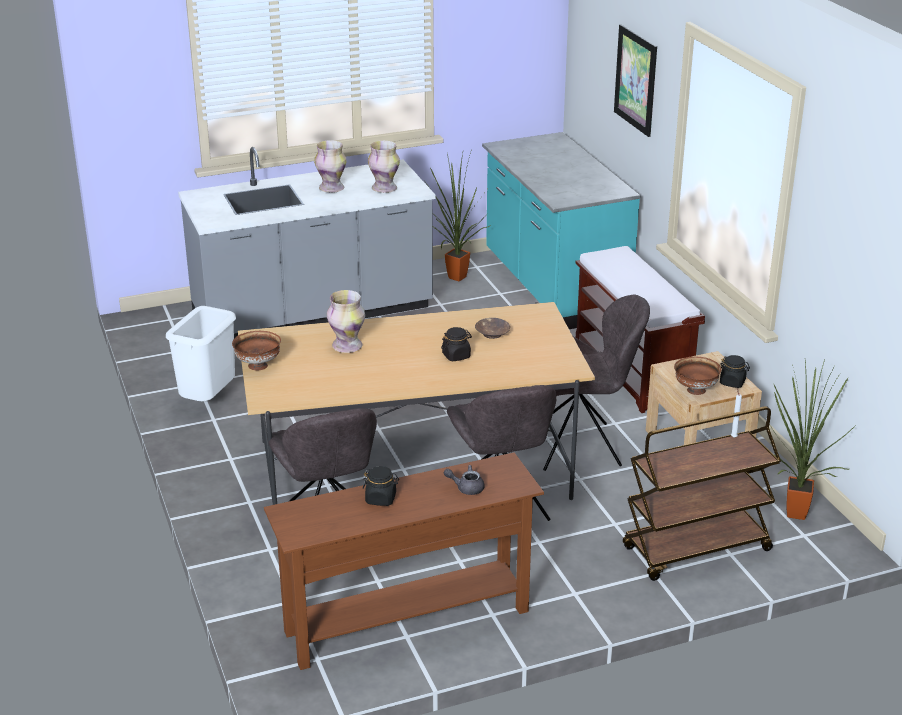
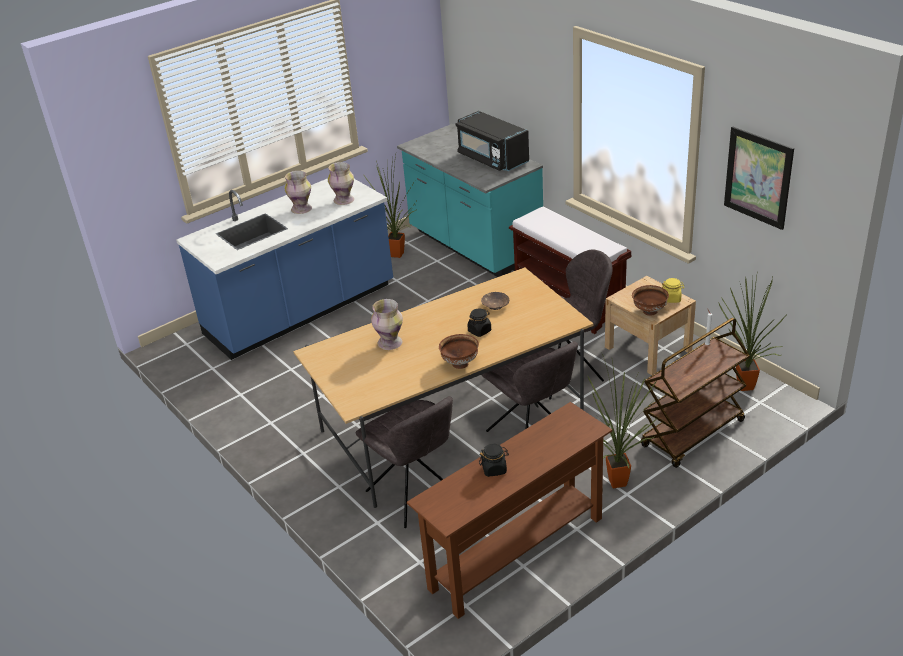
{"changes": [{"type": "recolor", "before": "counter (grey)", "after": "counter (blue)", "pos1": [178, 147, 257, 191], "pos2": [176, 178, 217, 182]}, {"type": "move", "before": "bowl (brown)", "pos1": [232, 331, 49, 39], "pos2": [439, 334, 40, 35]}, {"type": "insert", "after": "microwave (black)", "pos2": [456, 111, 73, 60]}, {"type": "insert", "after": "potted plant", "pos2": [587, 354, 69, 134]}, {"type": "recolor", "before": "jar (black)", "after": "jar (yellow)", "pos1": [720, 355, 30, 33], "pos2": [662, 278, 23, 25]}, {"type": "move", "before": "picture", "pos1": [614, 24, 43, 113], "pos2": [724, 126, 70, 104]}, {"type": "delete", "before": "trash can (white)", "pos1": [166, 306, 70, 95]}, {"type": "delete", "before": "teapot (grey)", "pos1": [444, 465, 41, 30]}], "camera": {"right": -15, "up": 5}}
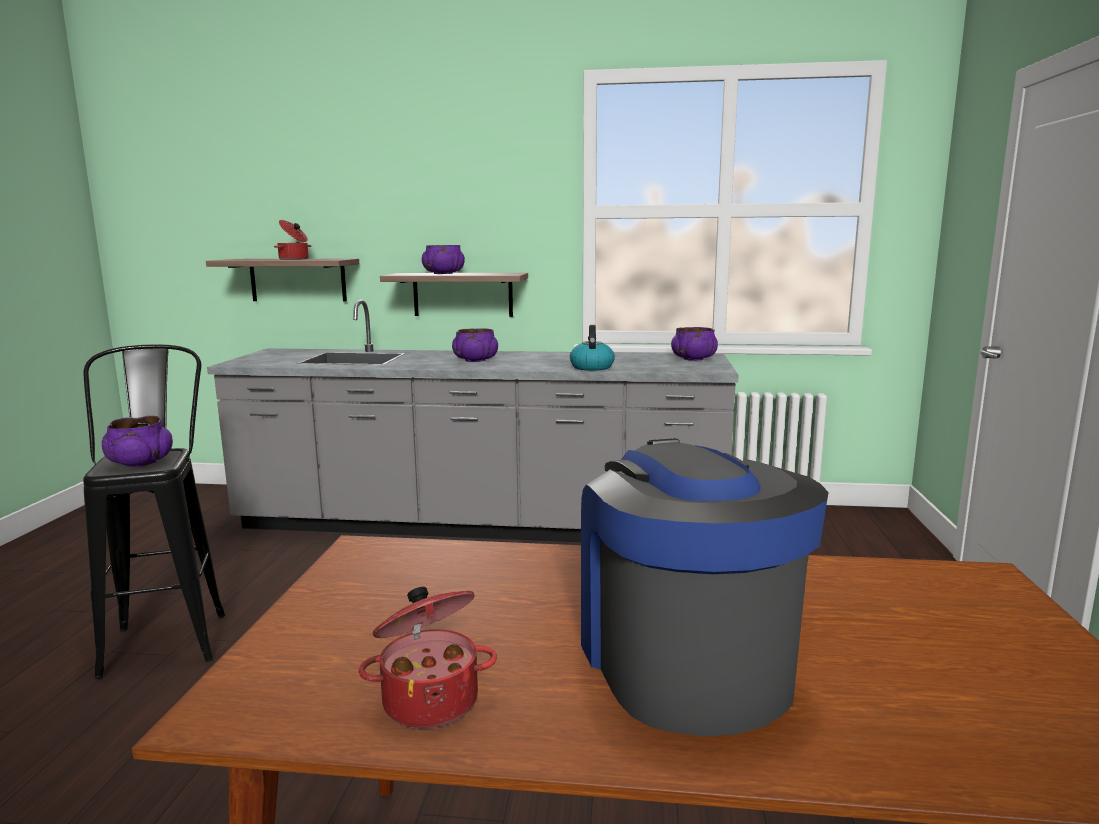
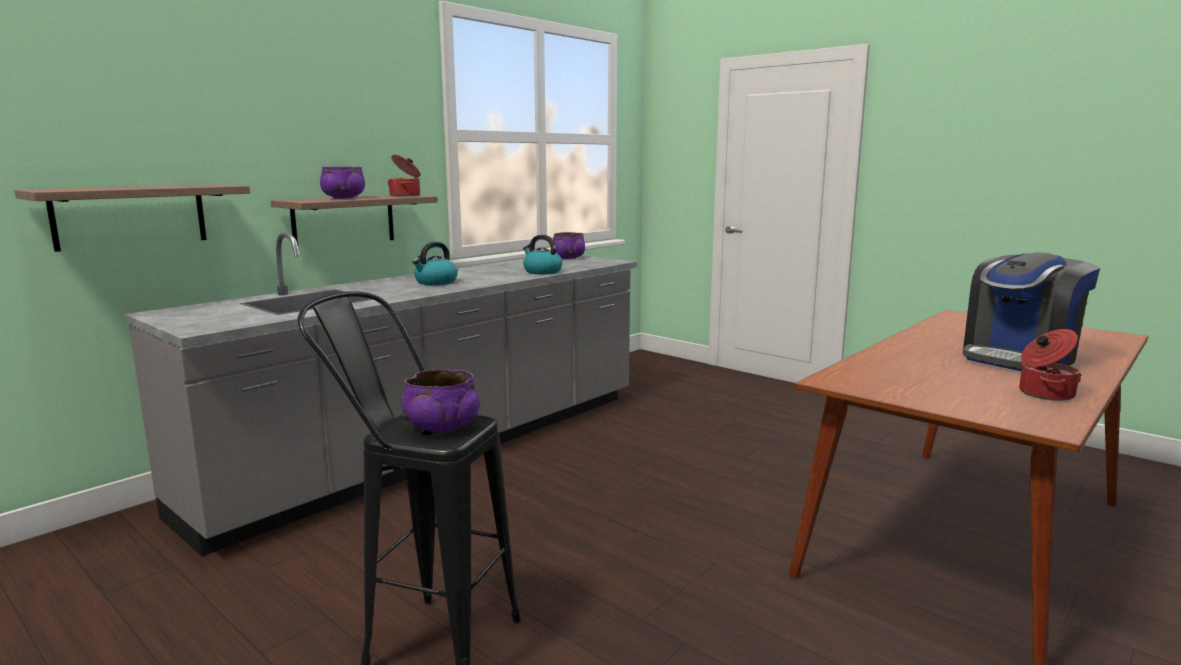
{"changes": [{"type": "move", "before": "cooking pot", "pos1": [274, 220, 37, 40], "pos2": [387, 154, 33, 43]}, {"type": "replace", "before": "bowl (purple)", "after": "kettle", "pos1": [452, 328, 46, 34], "pos2": [412, 242, 46, 43]}, {"type": "rotate", "before": "coffee machine", "pos1": [581, 438, 248, 298], "pos2": [963, 252, 137, 119], "turn": -60}], "camera": {"right": -55, "up": 0}}
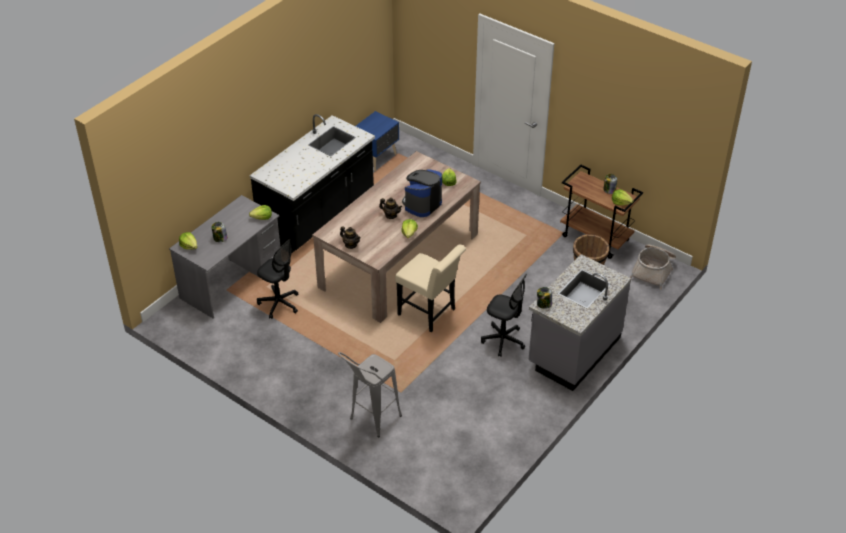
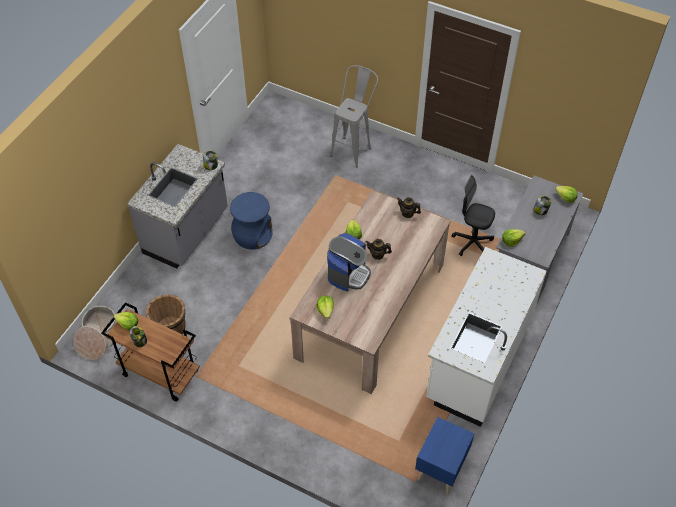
{"changes": [{"type": "replace", "before": "office chair (black)", "after": "stool (blue)", "pos1": [481, 274, 46, 83], "pos2": [230, 192, 43, 57]}, {"type": "recolor", "before": "counter (black)", "after": "counter (white)", "pos1": [250, 114, 125, 140], "pos2": [426, 247, 121, 180]}, {"type": "delete", "before": "chair (beige)", "pos1": [395, 244, 71, 89]}], "camera": {"right": 170, "up": 10}}
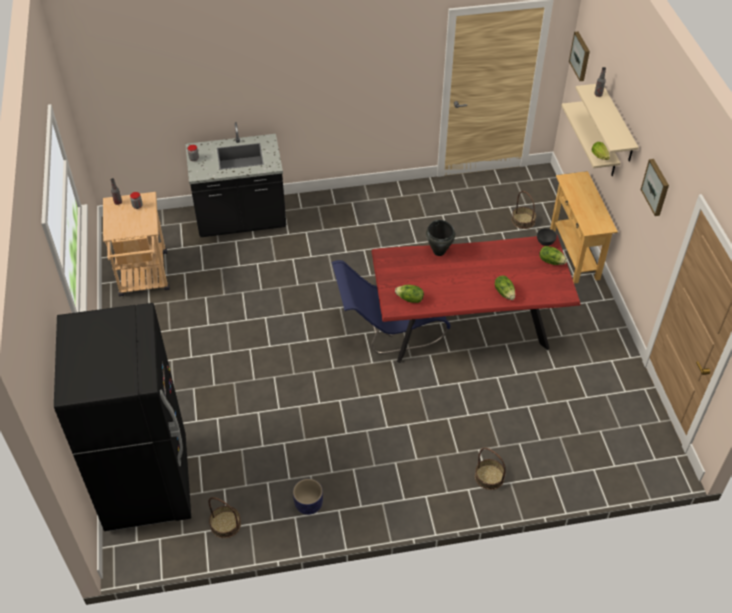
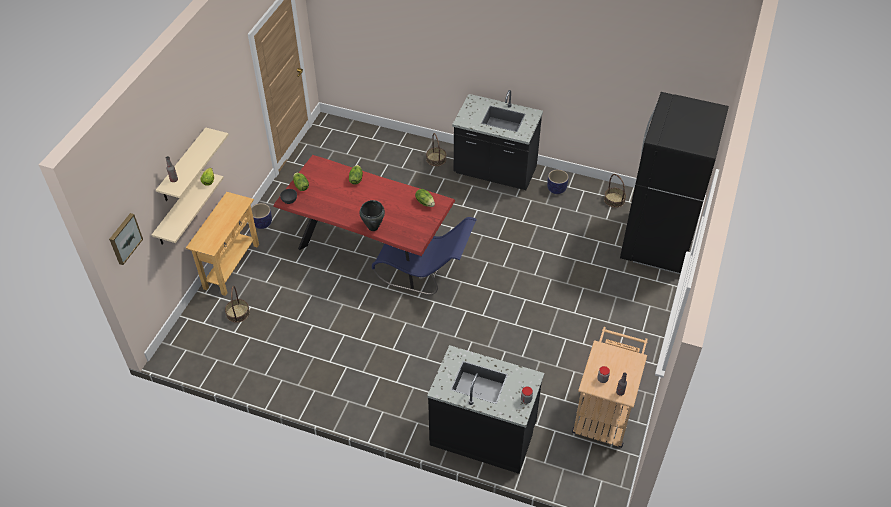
{"changes": [{"type": "insert", "after": "planter", "pos2": [251, 203, 21, 26]}, {"type": "insert", "after": "counter (black)", "pos2": [452, 90, 91, 100]}, {"type": "delete", "before": "picture", "pos1": [641, 159, 28, 57]}], "camera": {"right": -150, "up": 0}}
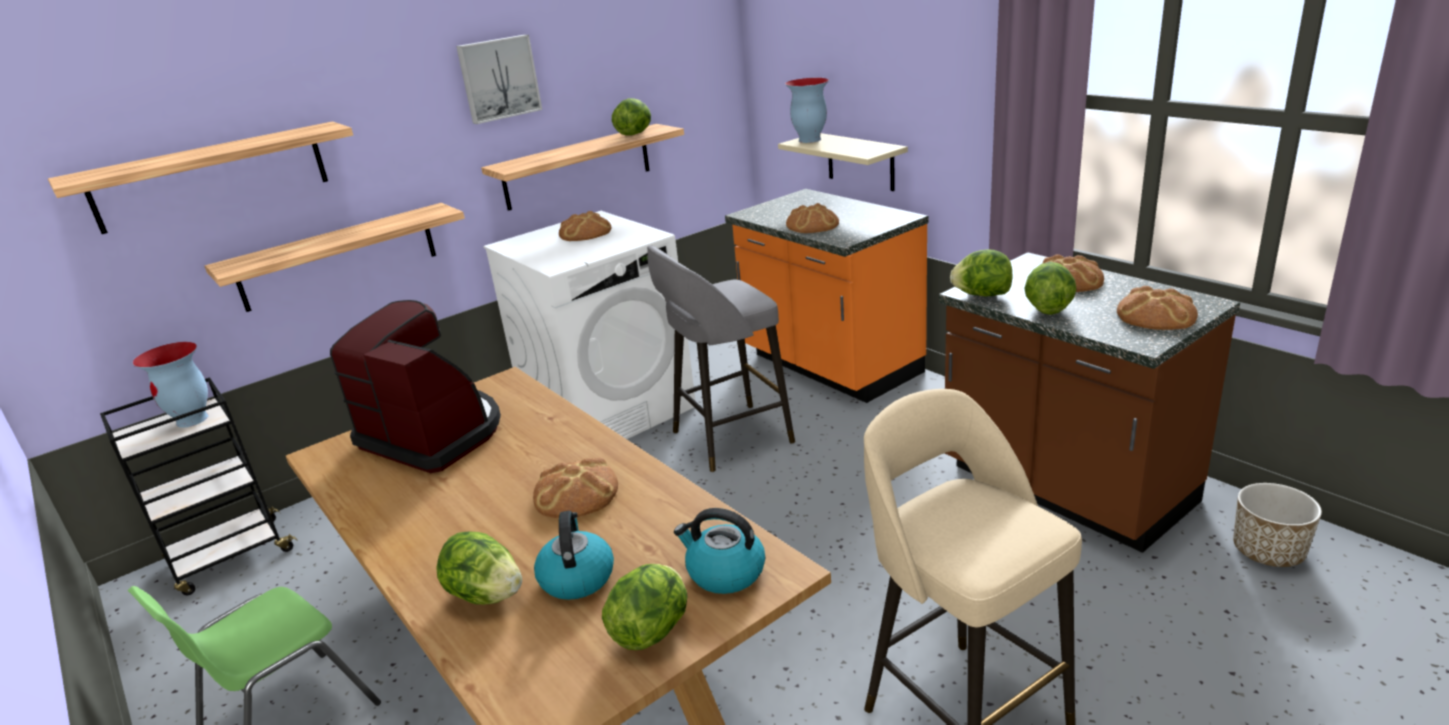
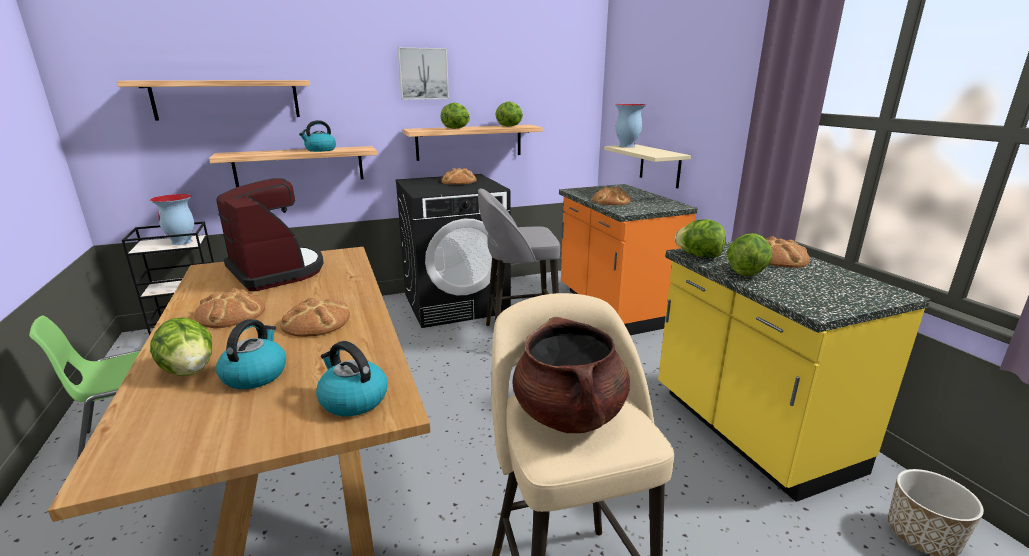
{"changes": [{"type": "move", "before": "bread", "pos1": [1117, 285, 81, 45], "pos2": [194, 288, 71, 40]}, {"type": "insert", "after": "kettle", "pos2": [299, 120, 37, 32]}, {"type": "recolor", "before": "washing machine (white)", "after": "washing machine (black)", "pos1": [483, 211, 212, 228], "pos2": [395, 174, 116, 154]}, {"type": "move", "before": "lettuce", "pos1": [602, 564, 85, 86], "pos2": [441, 103, 29, 26]}, {"type": "insert", "after": "cooking pot (brown)", "pos2": [512, 317, 118, 116]}, {"type": "recolor", "before": "counter (brown)", "after": "counter (yellow)", "pos1": [939, 252, 301, 301], "pos2": [658, 241, 272, 261]}], "camera": {"right": 15, "up": -5}}
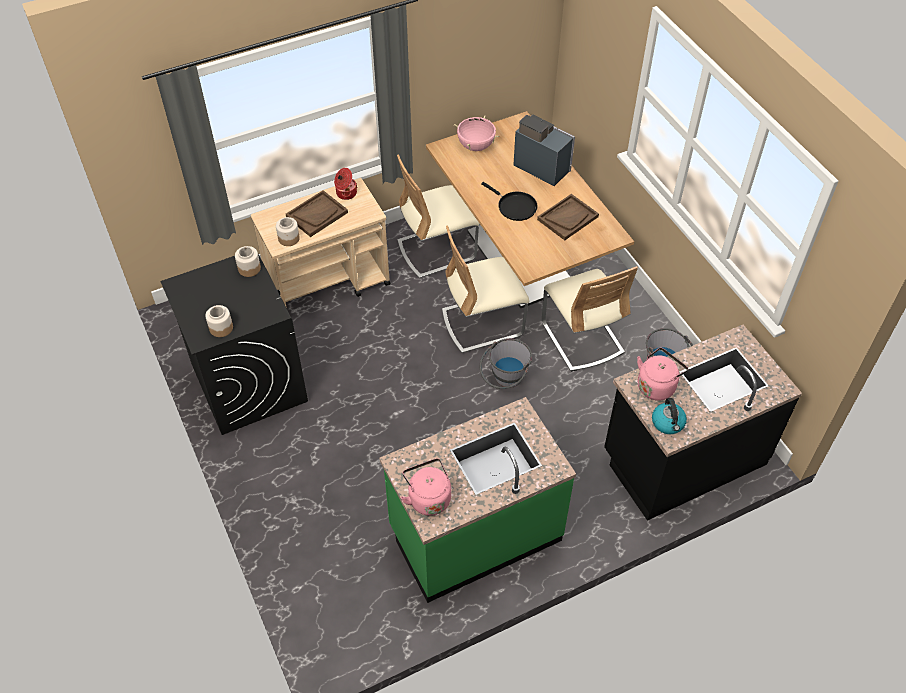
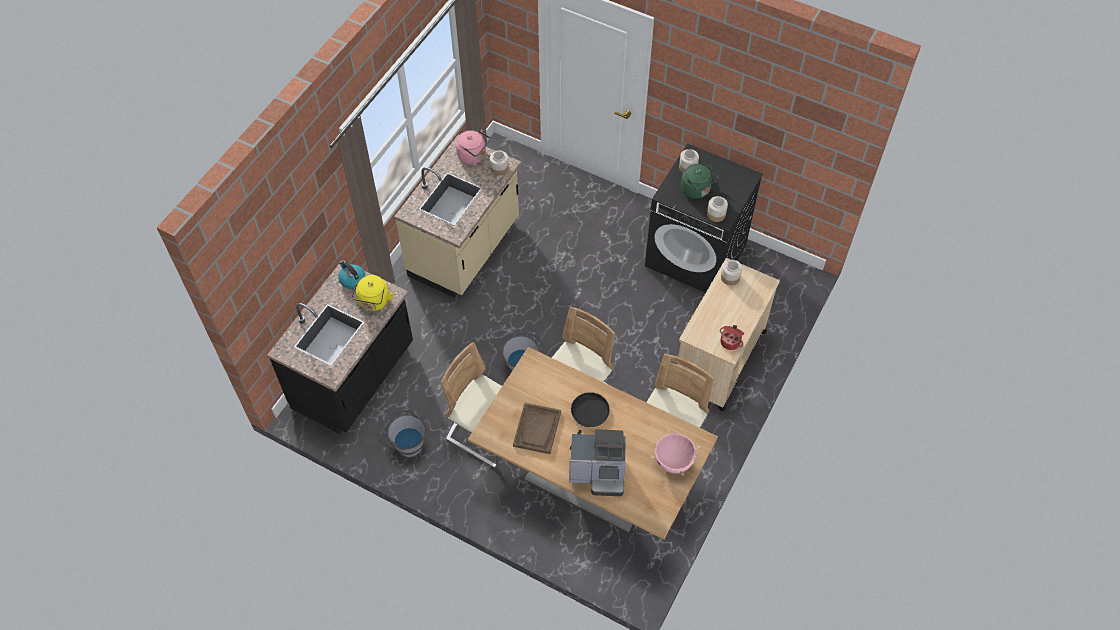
{"changes": [{"type": "recolor", "before": "kettle (pink)", "after": "kettle (yellow)", "pos1": [637, 348, 51, 53], "pos2": [352, 275, 42, 36]}, {"type": "recolor", "before": "counter (green)", "after": "counter (beige)", "pos1": [379, 397, 197, 206], "pos2": [394, 135, 127, 163]}, {"type": "insert", "after": "jar", "pos2": [490, 151, 19, 24]}, {"type": "rotate", "before": "frying pan (black)", "pos1": [481, 182, 57, 39], "pos2": [570, 392, 40, 58], "turn": 105}, {"type": "insert", "after": "kettle (green)", "pos2": [681, 164, 38, 35]}, {"type": "delete", "before": "tray (brown)", "pos1": [286, 190, 62, 47]}], "camera": {"right": 145, "up": 5}}
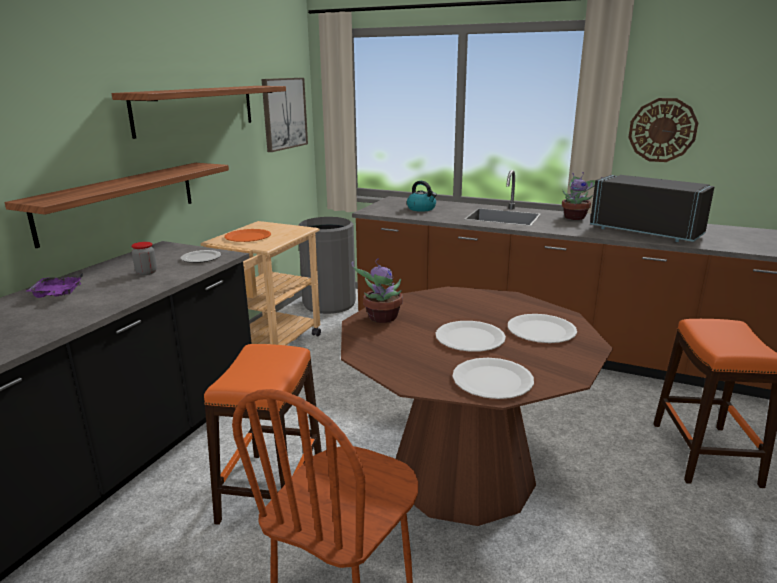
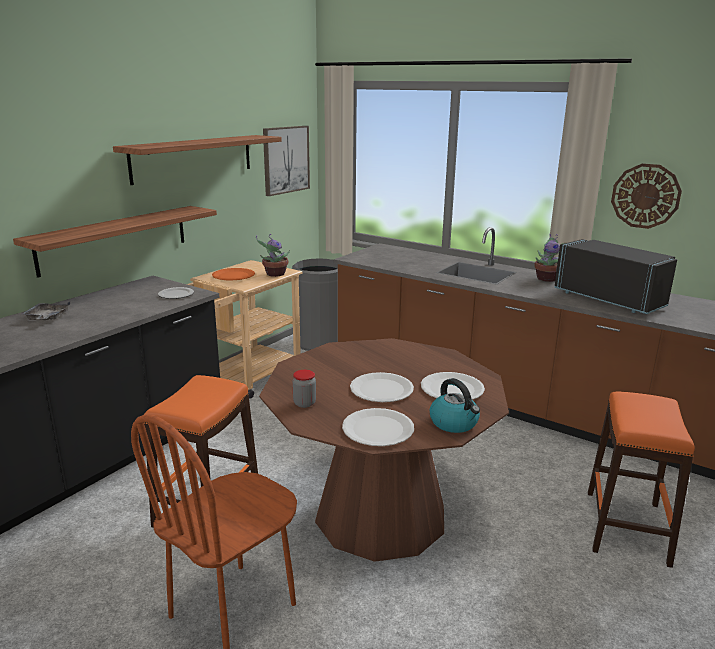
{"changes": [{"type": "recolor", "before": "tray (purple)", "after": "tray (grey)", "pos1": [25, 273, 58, 25], "pos2": [22, 302, 48, 18]}, {"type": "move", "before": "potted plant", "pos1": [351, 259, 52, 64], "pos2": [256, 234, 34, 43]}, {"type": "move", "before": "jar", "pos1": [131, 242, 26, 33], "pos2": [292, 370, 24, 38]}, {"type": "move", "before": "kettle", "pos1": [407, 181, 30, 31], "pos2": [430, 378, 50, 55]}], "camera": {"right": 10, "up": 0}}
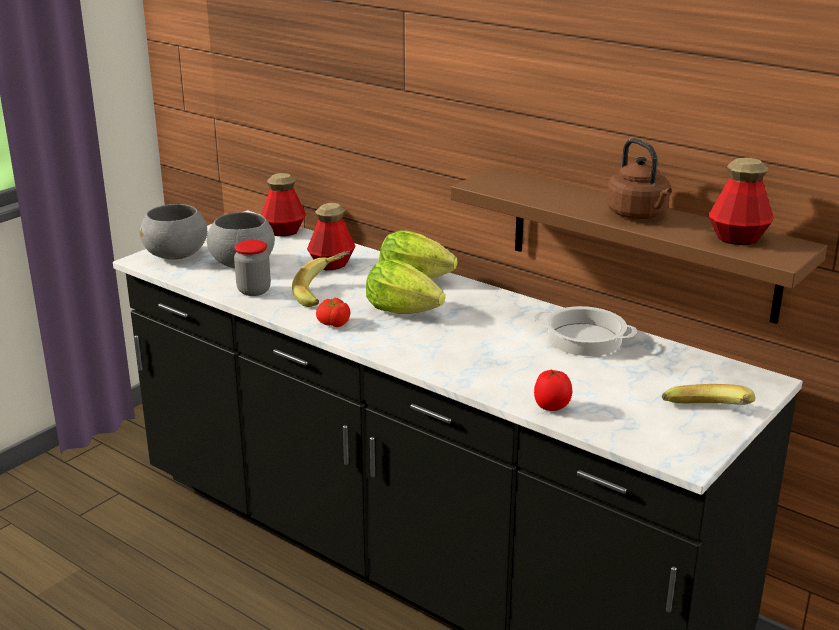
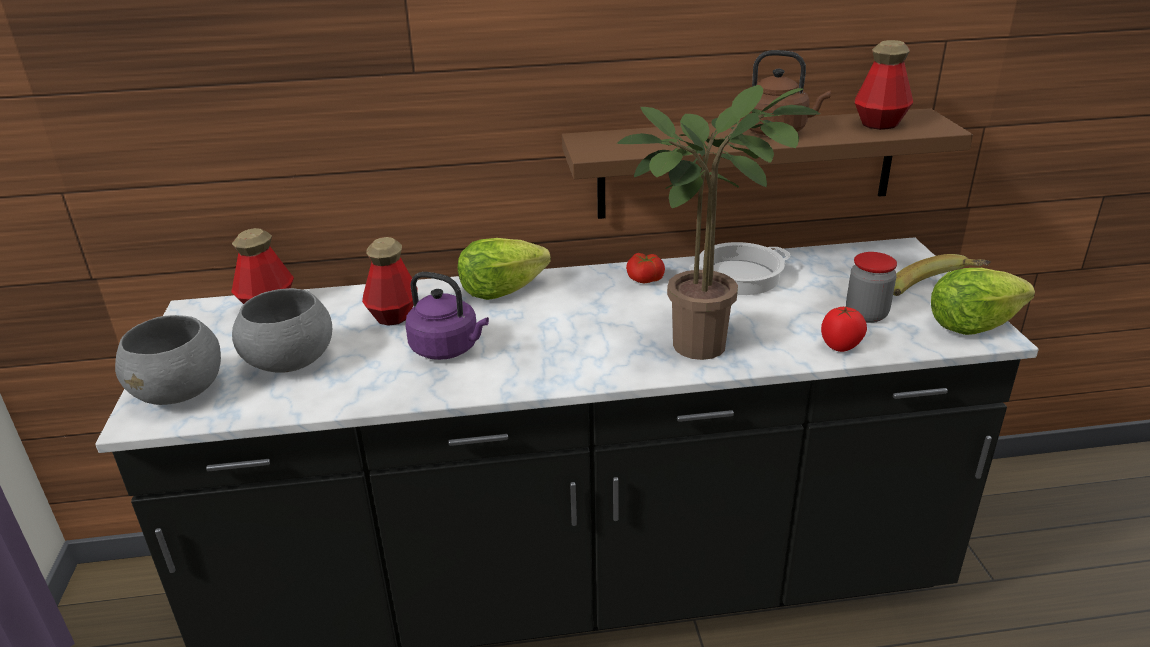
{"changes": [{"type": "replace", "before": "banana", "after": "kettle (purple)", "pos1": [292, 251, 58, 56], "pos2": [405, 272, 84, 88]}, {"type": "insert", "after": "potted plant", "pos2": [617, 85, 203, 275]}, {"type": "move", "before": "tomato", "pos1": [316, 298, 34, 29], "pos2": [626, 253, 39, 30]}, {"type": "move", "before": "jar", "pos1": [234, 240, 37, 56], "pos2": [846, 252, 51, 71]}, {"type": "move", "before": "lettuce", "pos1": [366, 259, 79, 55], "pos2": [931, 268, 104, 67]}], "camera": {"right": -45, "up": 5}}
